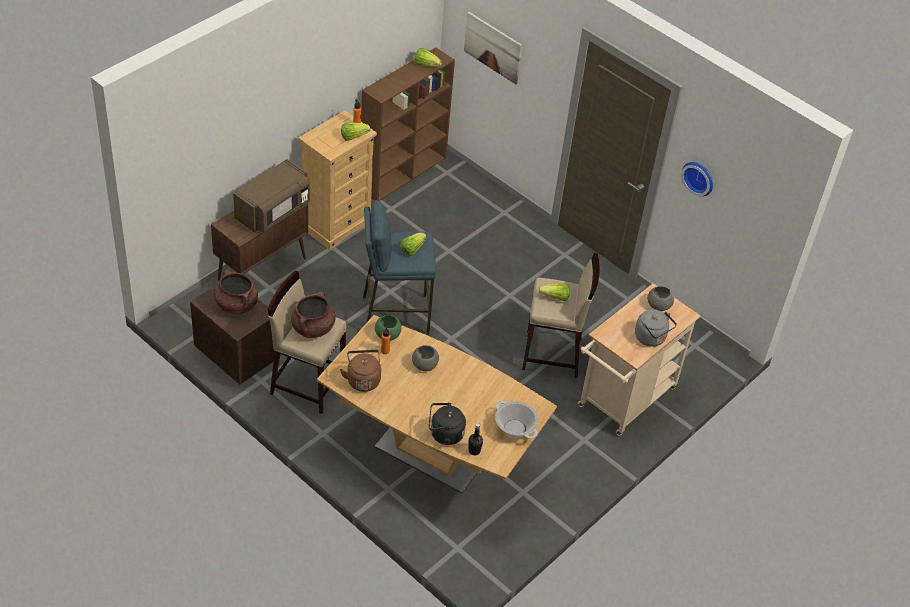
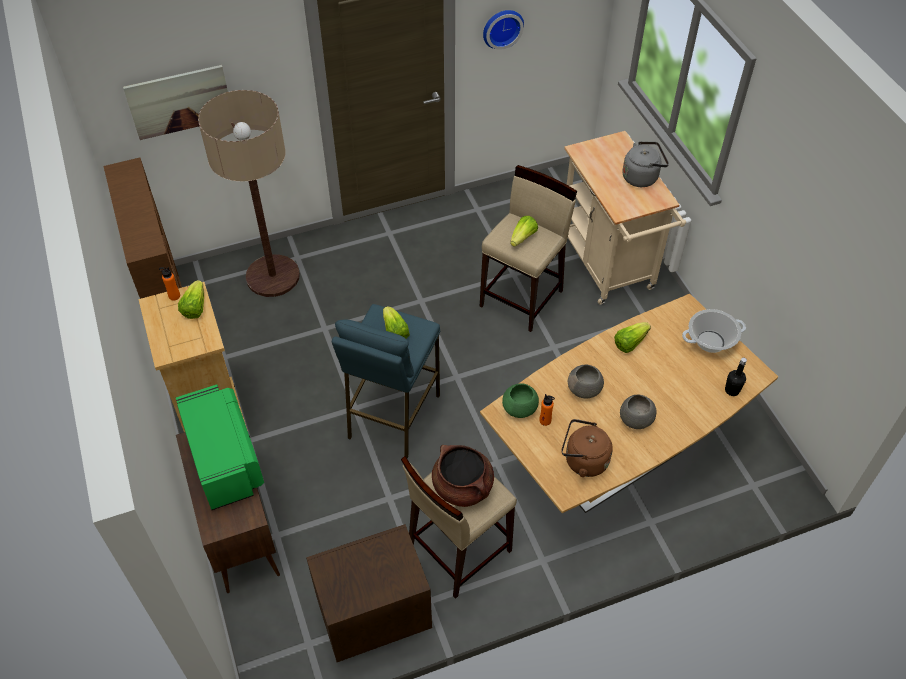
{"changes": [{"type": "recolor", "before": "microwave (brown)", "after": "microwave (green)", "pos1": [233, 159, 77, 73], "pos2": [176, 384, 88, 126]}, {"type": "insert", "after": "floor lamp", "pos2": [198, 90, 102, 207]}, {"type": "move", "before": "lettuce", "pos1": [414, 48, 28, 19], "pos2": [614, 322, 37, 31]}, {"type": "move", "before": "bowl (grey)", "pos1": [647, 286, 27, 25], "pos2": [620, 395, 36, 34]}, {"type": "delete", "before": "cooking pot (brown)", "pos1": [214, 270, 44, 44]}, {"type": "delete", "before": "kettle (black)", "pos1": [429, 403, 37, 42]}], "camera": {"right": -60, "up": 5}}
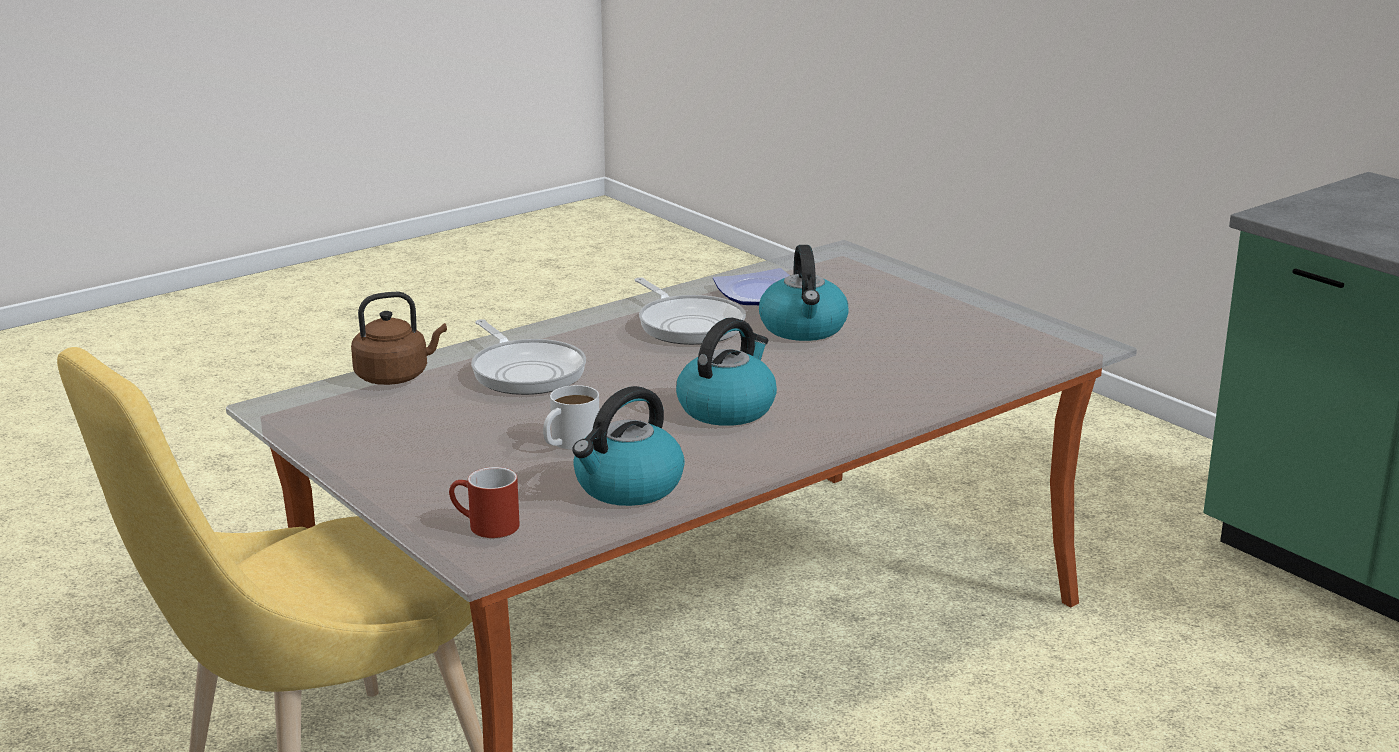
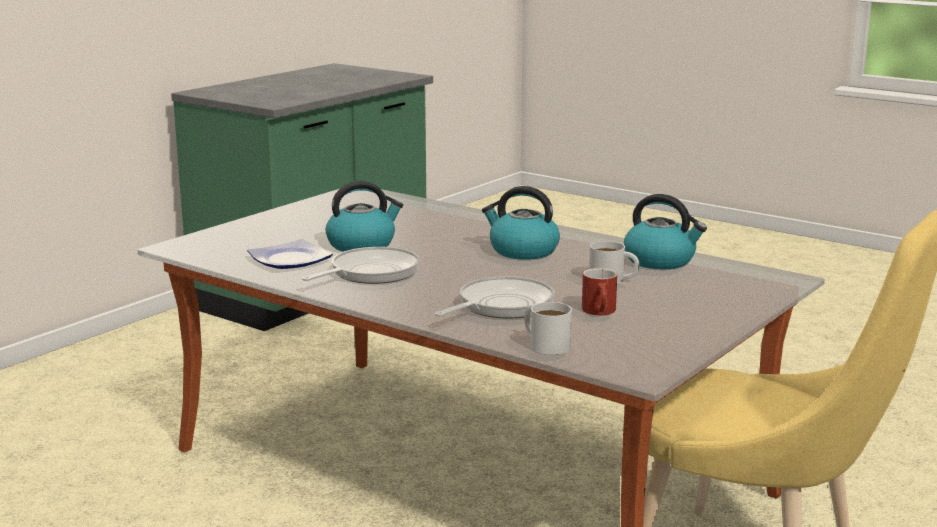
{"changes": [{"type": "replace", "before": "kettle (brown)", "after": "mug (white)", "pos1": [351, 292, 96, 93], "pos2": [524, 302, 48, 53]}, {"type": "move", "before": "mug (red)", "pos1": [449, 467, 71, 71], "pos2": [582, 268, 35, 47]}], "camera": {"right": -105, "up": -5}}
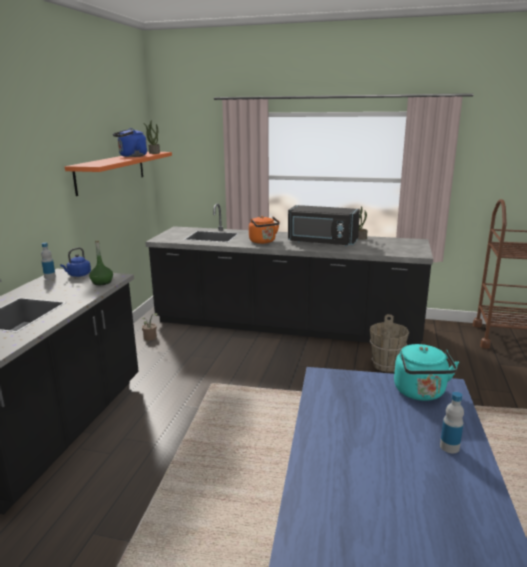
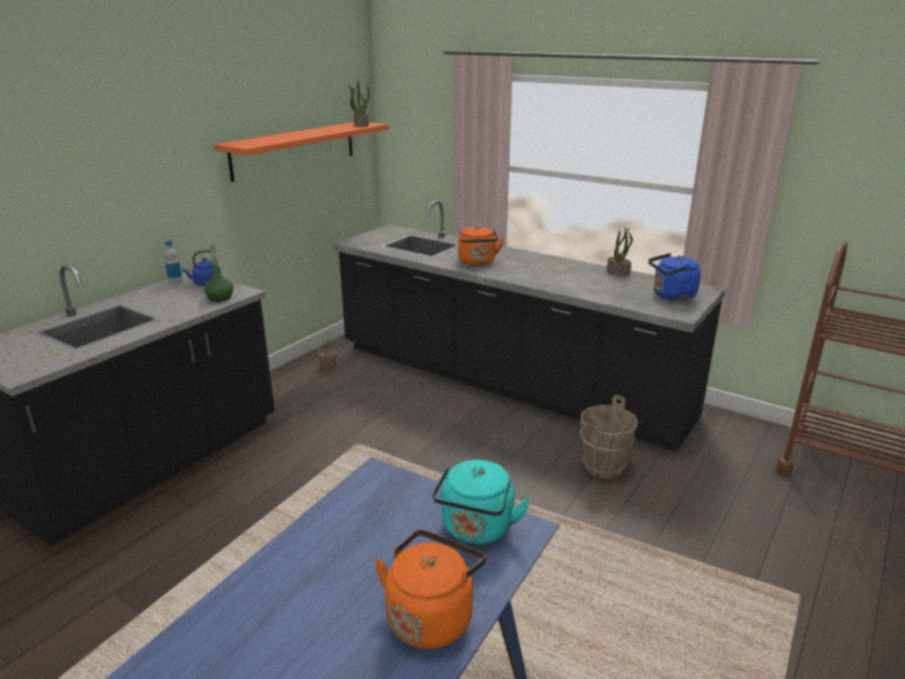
{"changes": [{"type": "replace", "before": "bottle", "after": "kettle (orange)", "pos1": [440, 392, 24, 61], "pos2": [375, 530, 111, 119]}, {"type": "move", "before": "kettle (blue)", "pos1": [113, 128, 34, 29], "pos2": [648, 253, 53, 48]}, {"type": "delete", "before": "microwave (black)", "pos1": [288, 205, 72, 41]}], "camera": {"right": 20, "up": 5}}
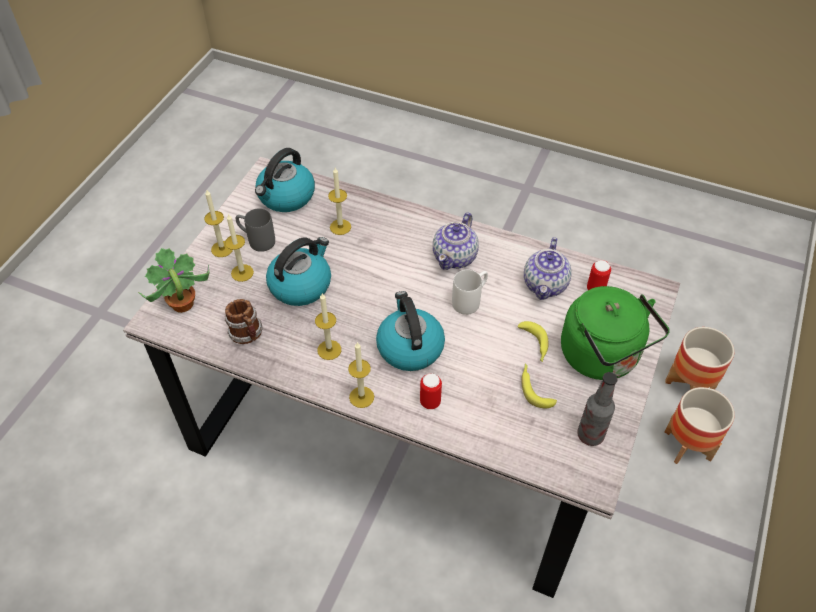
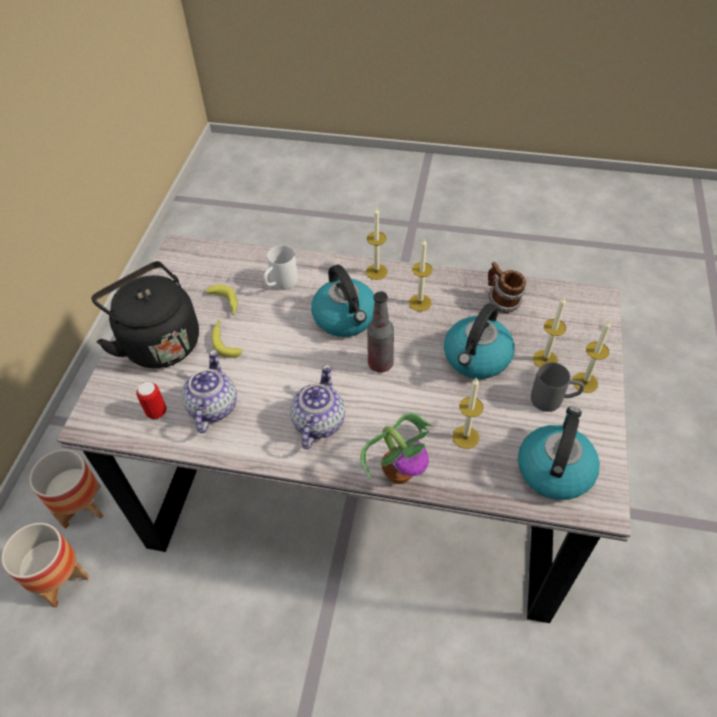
{"changes": [{"type": "recolor", "before": "kettle (green)", "after": "kettle (black)", "pos1": [561, 286, 109, 94], "pos2": [91, 261, 108, 107]}, {"type": "move", "before": "mug (white)", "pos1": [452, 270, 36, 45], "pos2": [263, 245, 35, 45]}, {"type": "move", "before": "potted plant", "pos1": [138, 248, 72, 65], "pos2": [360, 412, 75, 72]}, {"type": "move", "before": "bottle", "pos1": [577, 372, 41, 74], "pos2": [367, 292, 27, 81]}, {"type": "delete", "before": "can", "pos1": [420, 373, 22, 36]}], "camera": {"right": 170, "up": 0}}
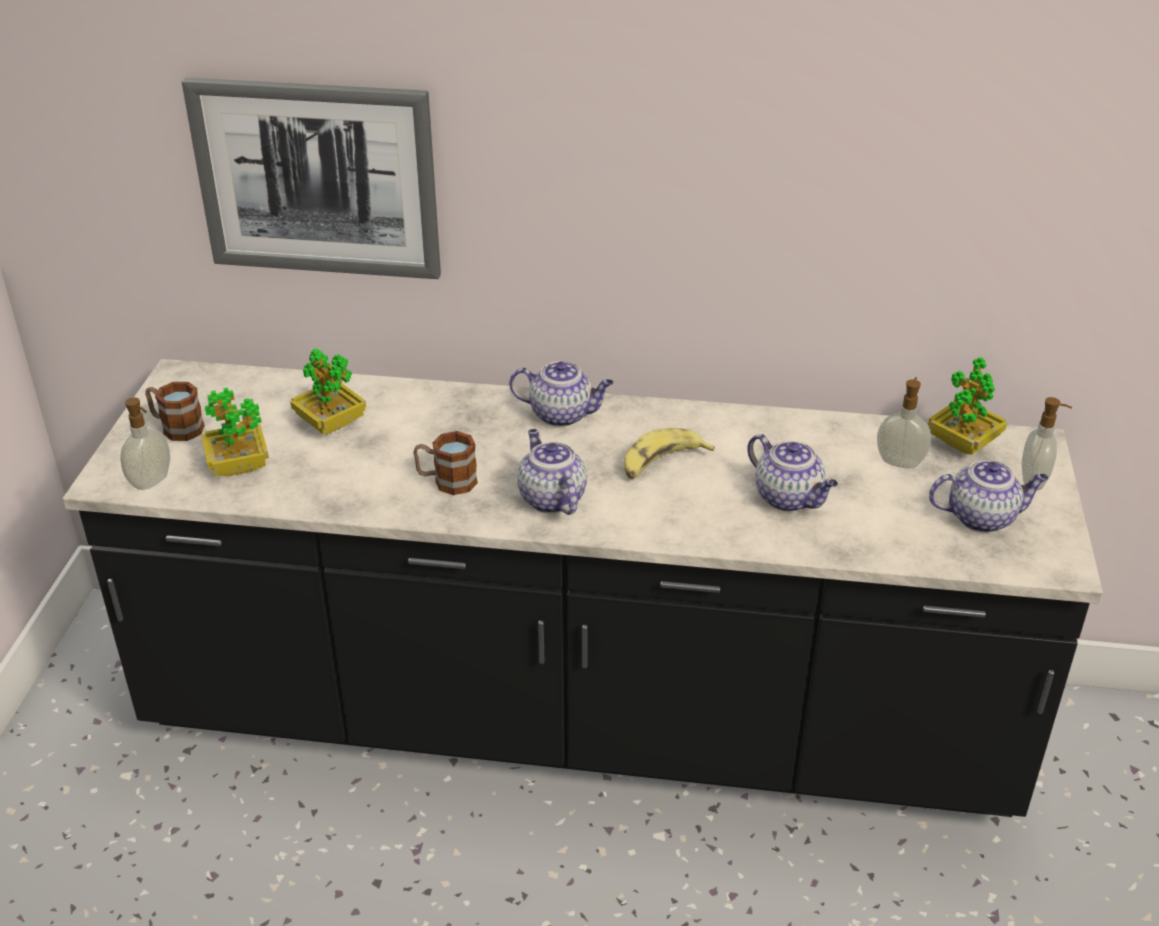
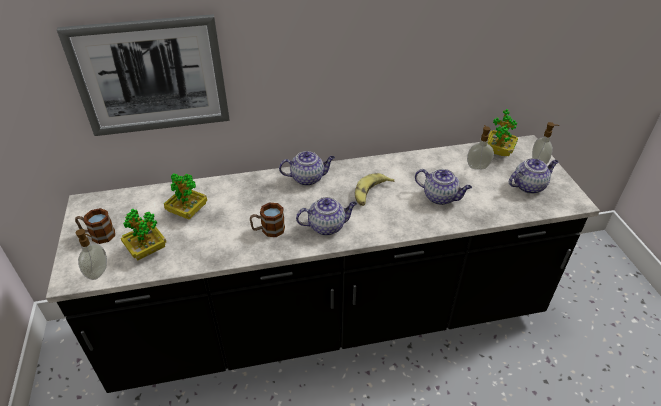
{"changes": [{"type": "rotate", "before": "teapot", "pos1": [517, 429, 70, 86], "pos2": [296, 197, 61, 39], "turn": 120}], "camera": {"right": -20, "up": 5}}
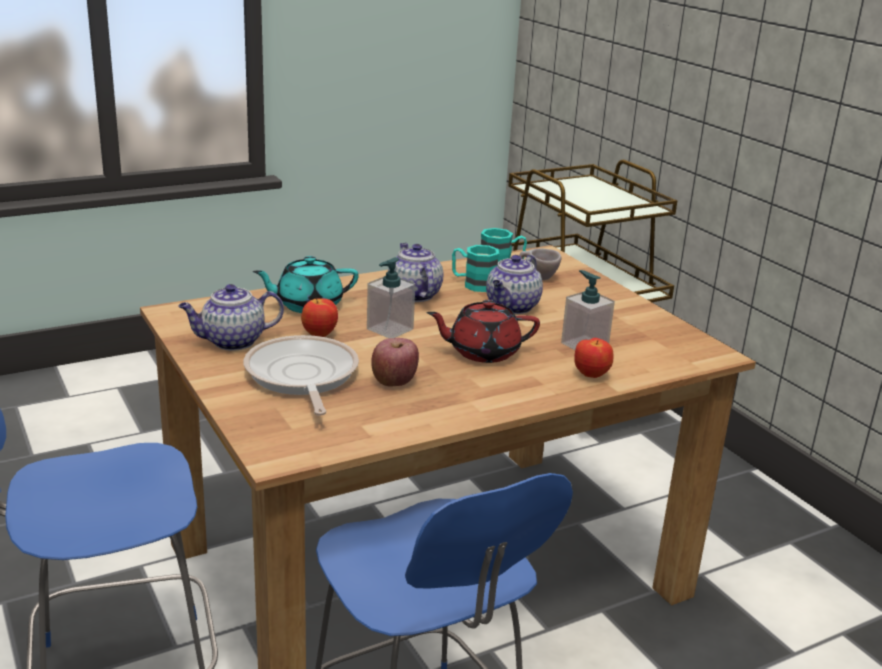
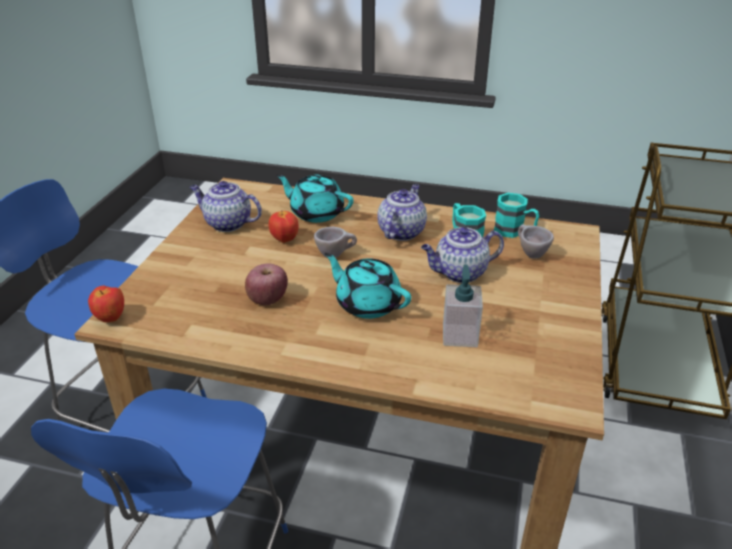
{"changes": [{"type": "move", "before": "apple", "pos1": [574, 338, 40, 40], "pos2": [88, 286, 36, 36]}, {"type": "replace", "before": "soap dispenser", "after": "cup (beige)", "pos1": [367, 257, 48, 81], "pos2": [314, 227, 43, 31]}, {"type": "recolor", "before": "teapot (red)", "after": "teapot (turquoise)", "pos1": [426, 300, 114, 63], "pos2": [325, 253, 86, 66]}, {"type": "delete", "before": "frying pan", "pos1": [244, 335, 115, 80]}], "camera": {"right": 45, "up": 10}}
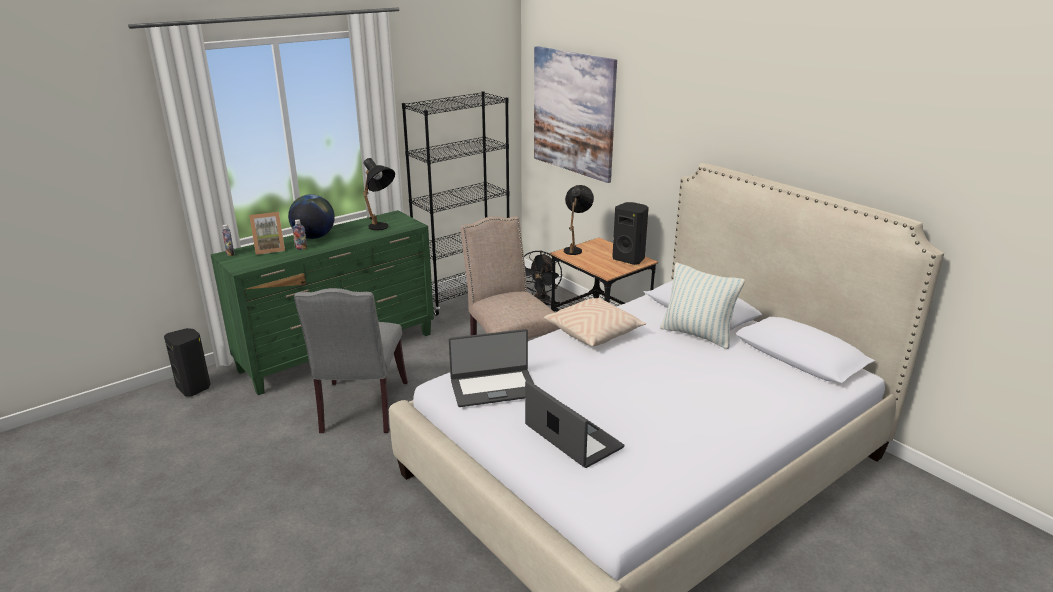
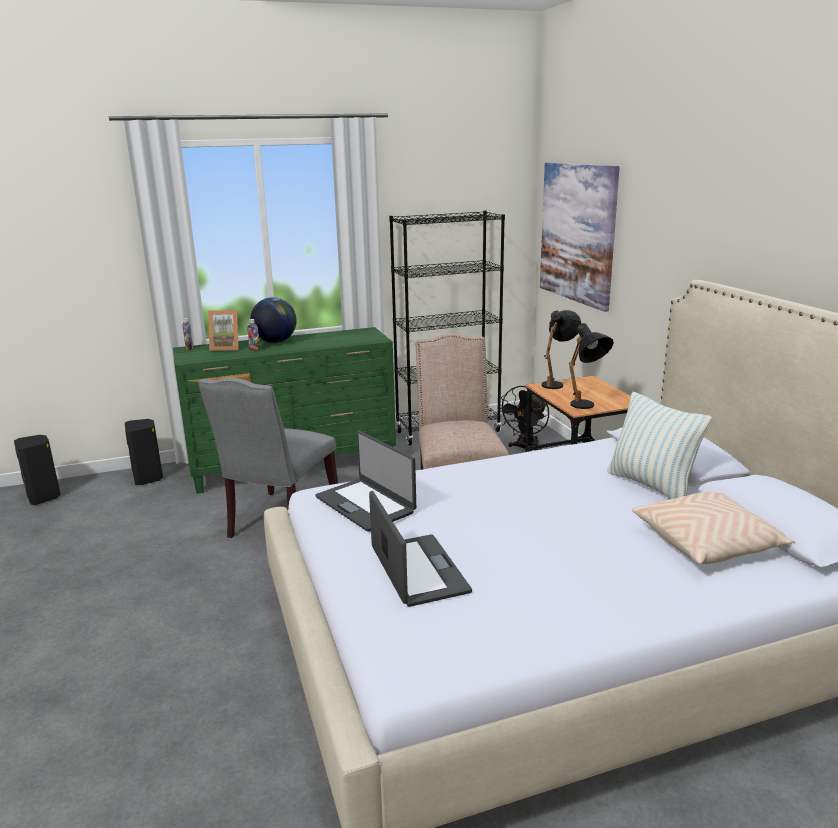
{"changes": [{"type": "move", "before": "speaker (black)", "pos1": [612, 202, 37, 63], "pos2": [14, 435, 47, 70]}, {"type": "rotate", "before": "laptop", "pos1": [449, 329, 85, 78], "pos2": [315, 431, 101, 101], "turn": 45}, {"type": "move", "before": "table lamp (black)", "pos1": [363, 158, 32, 73], "pos2": [569, 323, 45, 86]}, {"type": "move", "before": "pillow (beige)", "pos1": [544, 298, 102, 48], "pos2": [632, 492, 163, 72]}], "camera": {"right": 20, "up": -5}}
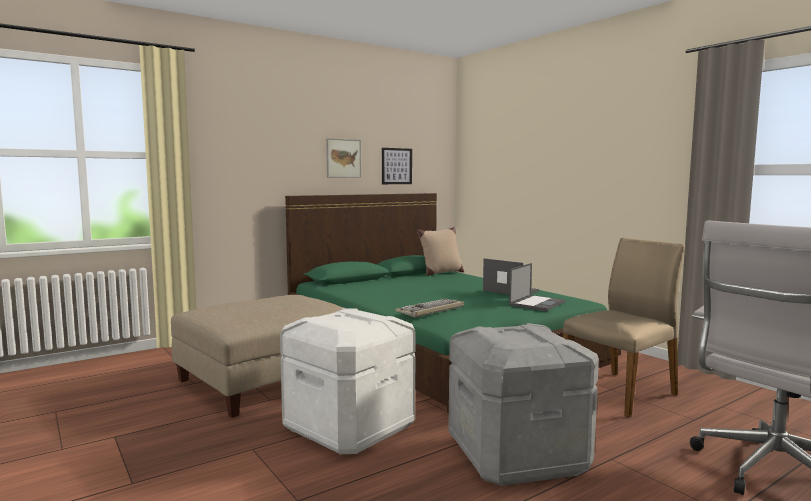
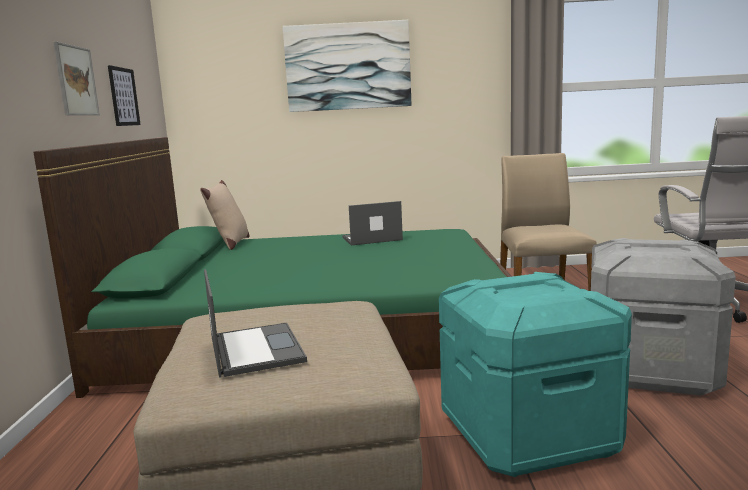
{"changes": [{"type": "move", "before": "laptop", "pos1": [509, 263, 57, 48], "pos2": [204, 269, 103, 109]}, {"type": "insert", "after": "picture", "pos2": [283, 20, 129, 92]}, {"type": "recolor", "before": "storage box (white)", "after": "storage box (turquoise)", "pos1": [280, 308, 135, 146], "pos2": [439, 272, 193, 205]}, {"type": "delete", "before": "keyboard", "pos1": [395, 299, 69, 18]}], "camera": {"right": -55, "up": 5}}
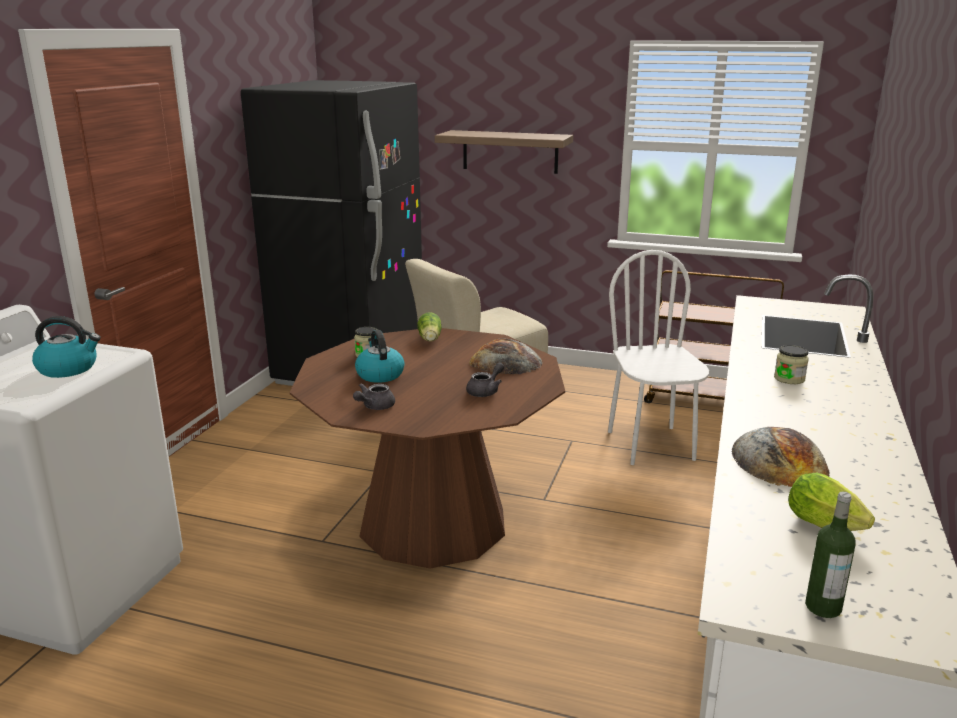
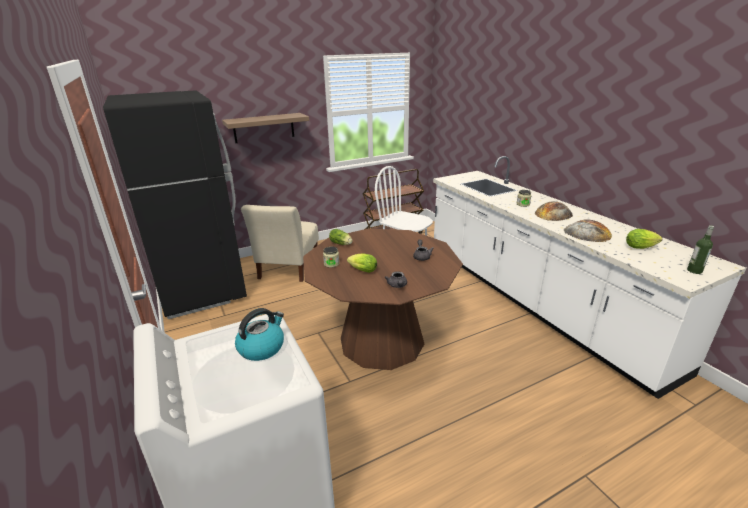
{"changes": [{"type": "replace", "before": "kettle", "after": "lettuce", "pos1": [355, 330, 50, 53], "pos2": [347, 253, 30, 20]}, {"type": "move", "before": "bread", "pos1": [469, 338, 74, 36], "pos2": [535, 201, 38, 20]}], "camera": {"right": -45, "up": 5}}
